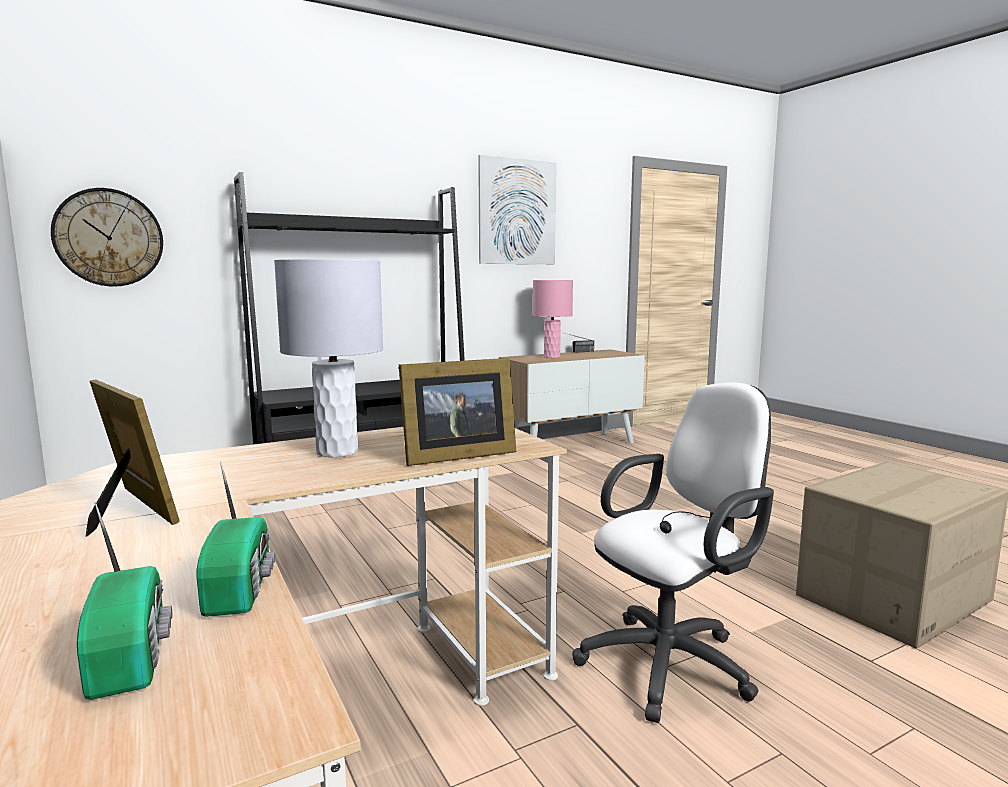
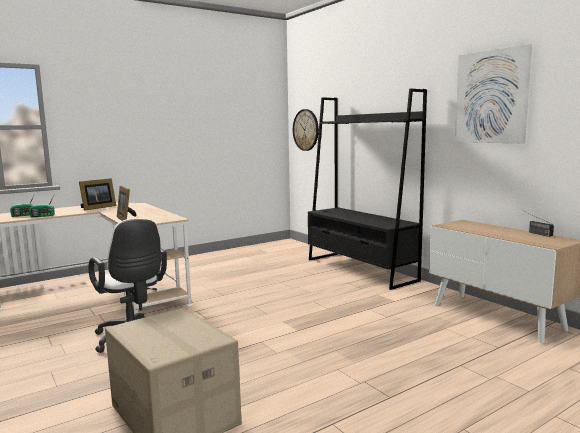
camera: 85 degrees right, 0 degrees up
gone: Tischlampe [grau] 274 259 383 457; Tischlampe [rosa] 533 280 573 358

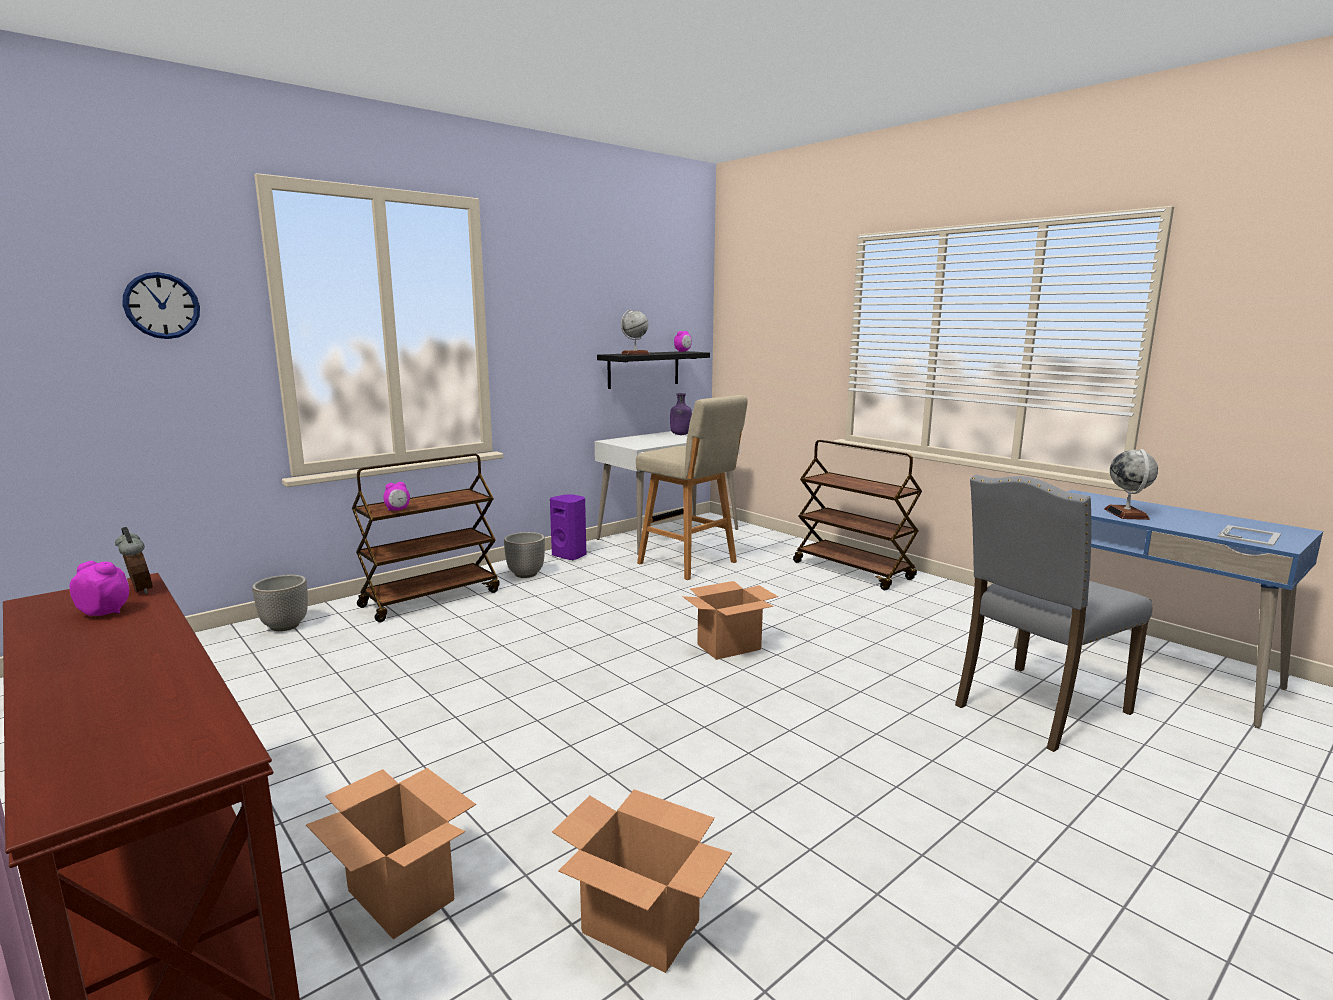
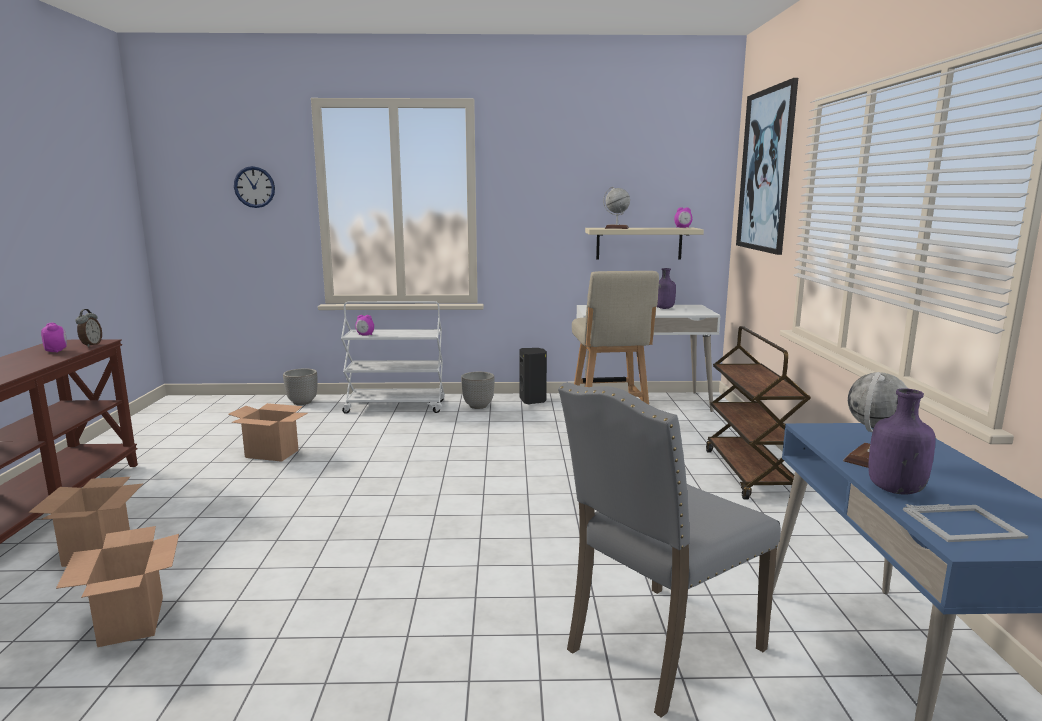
camera: 40 degrees right, 0 degrees up
new: Bild 736 78 798 255; Flasche [lila] 868 388 935 495
shifted: Karton 682 581 778 660 to 228 403 308 462
repainted: Rollwagen [braun] 352 453 500 622 to Rollwagen [weiß] 341 301 445 414; Lautsprecher [lila] 550 494 586 560 to Lautsprecher [schwarz] 519 348 547 405; Wandregal [schwarz] 597 351 710 389 to Wandregal [beige] 585 228 704 260
rotated: Stuhl [grau] 955 475 1153 752 = 558 382 781 718 45 degrees counterclockwise

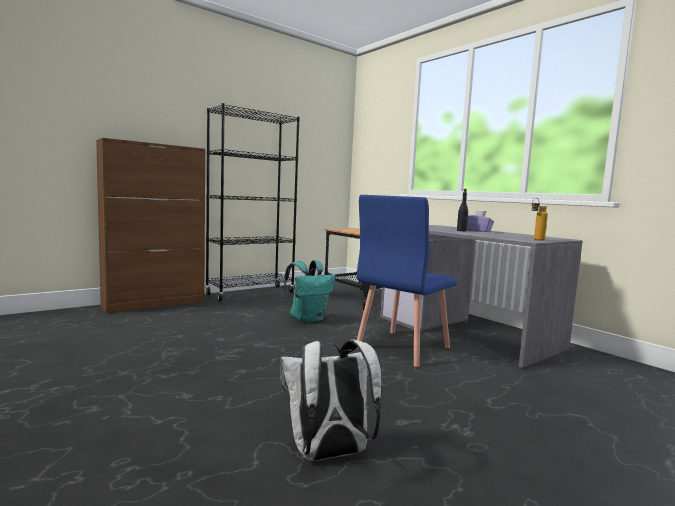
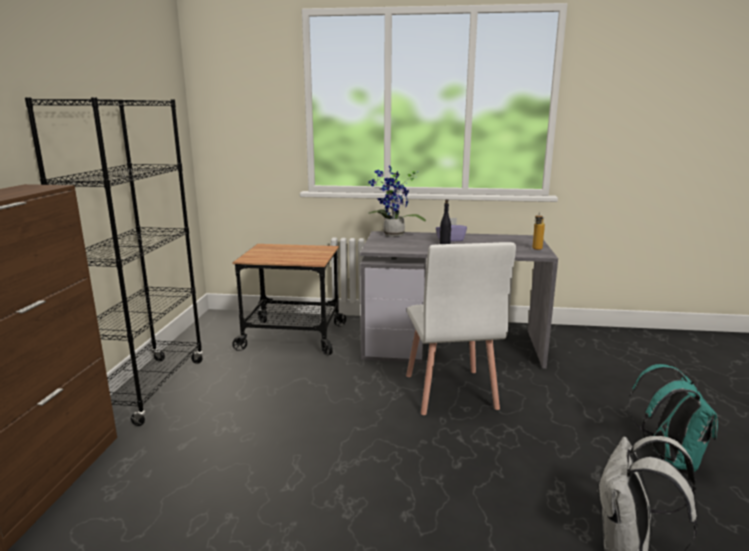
camera: 45 degrees left, 10 degrees up
new: Topfpflanze 368 165 426 237
shifted: Rucksack [türkis] 284 260 336 323 to 629 364 718 472
repainted: Stuhl [blau] 356 195 457 367 to Stuhl [weiß] 406 242 516 415

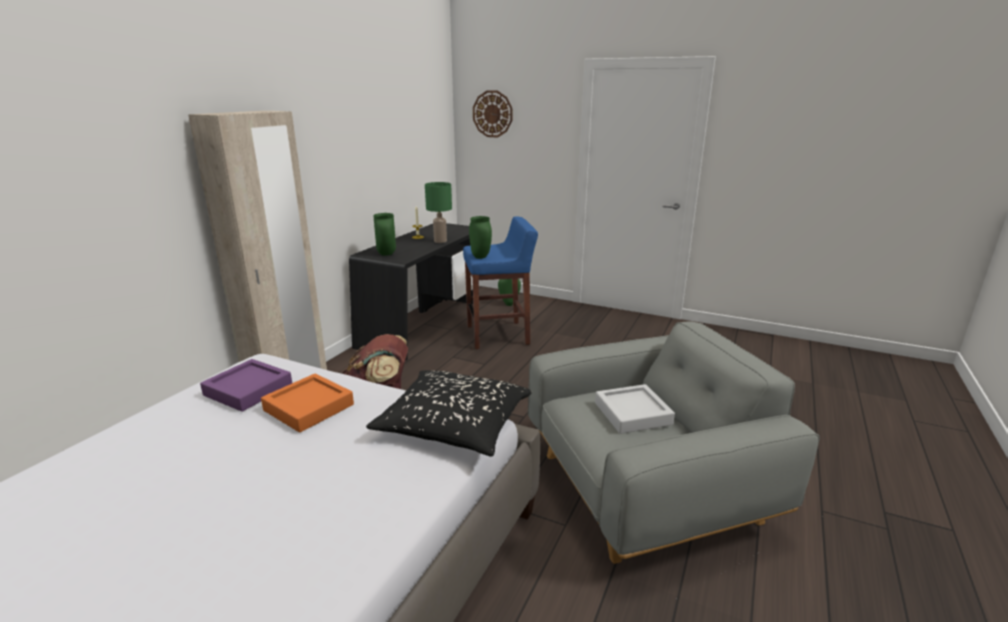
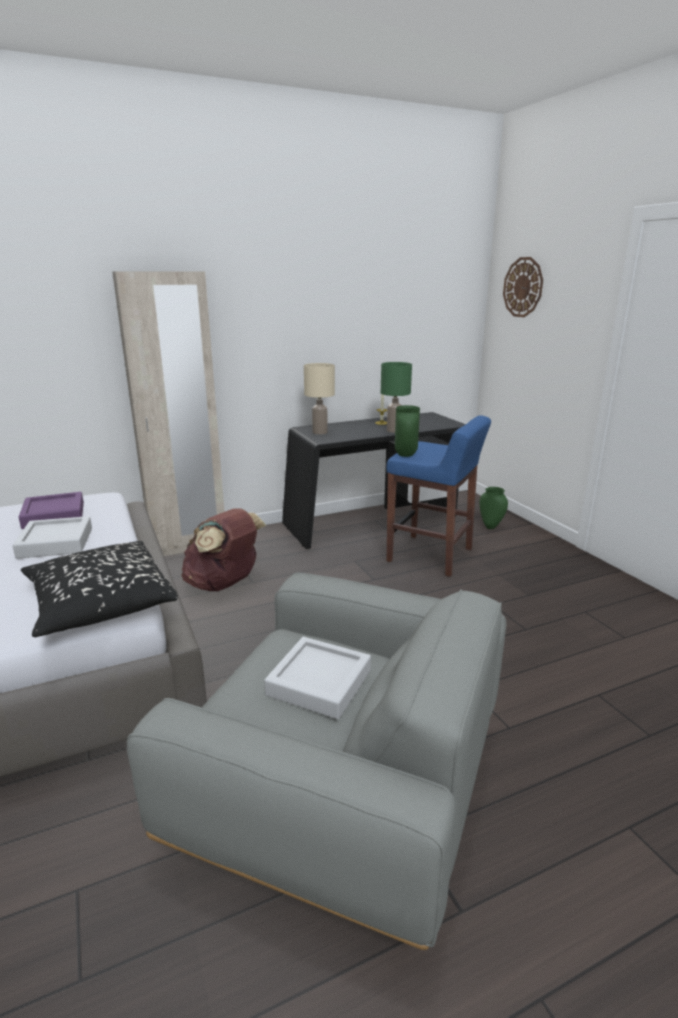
camera: 40 degrees right, 0 degrees up
swapped: Vase [grün] 373 213 396 256 to Tischlampe [beige] 304 363 335 435
repainted: Tablett [orange] 261 373 354 433 to Tablett [grau] 13 516 92 559

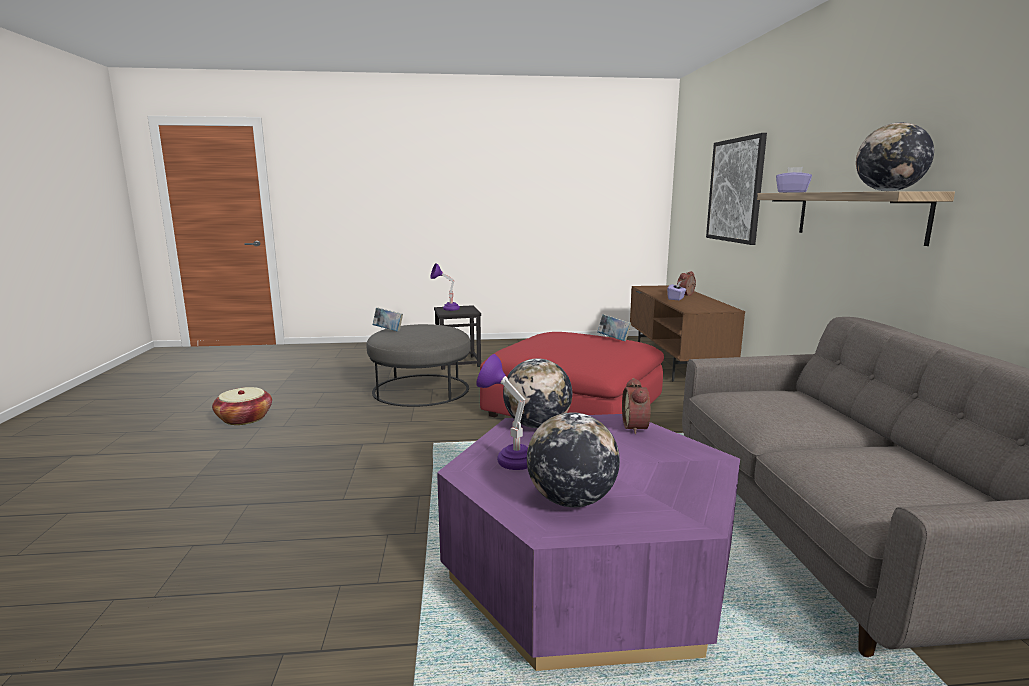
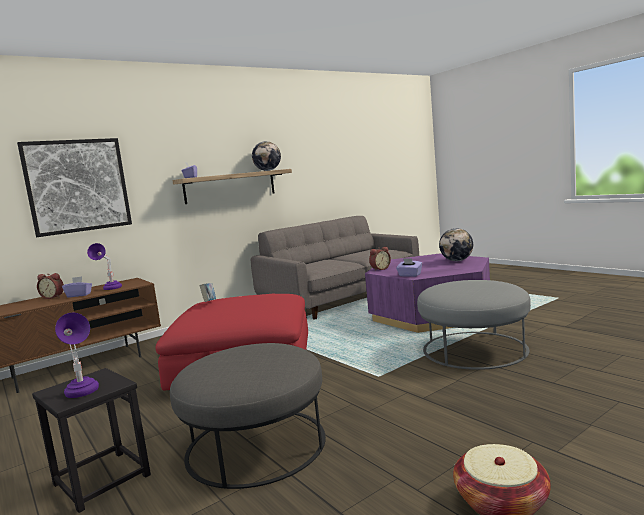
camera: 120 degrees left, 5 degrees down
gone: Buch 373 308 403 332
new: Polsterhocker [grau] 417 280 531 370
shifted: Tischlampe [lila] 476 354 528 470 to 87 243 122 290
swapped: Globus 503 358 572 428 to Taschentuchbox [lila] 396 258 422 277

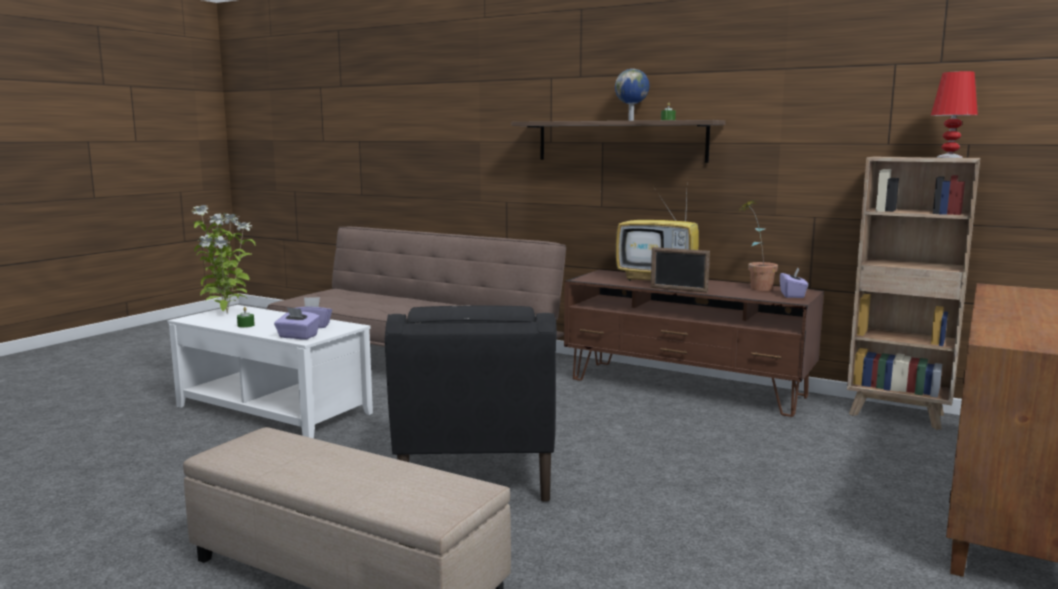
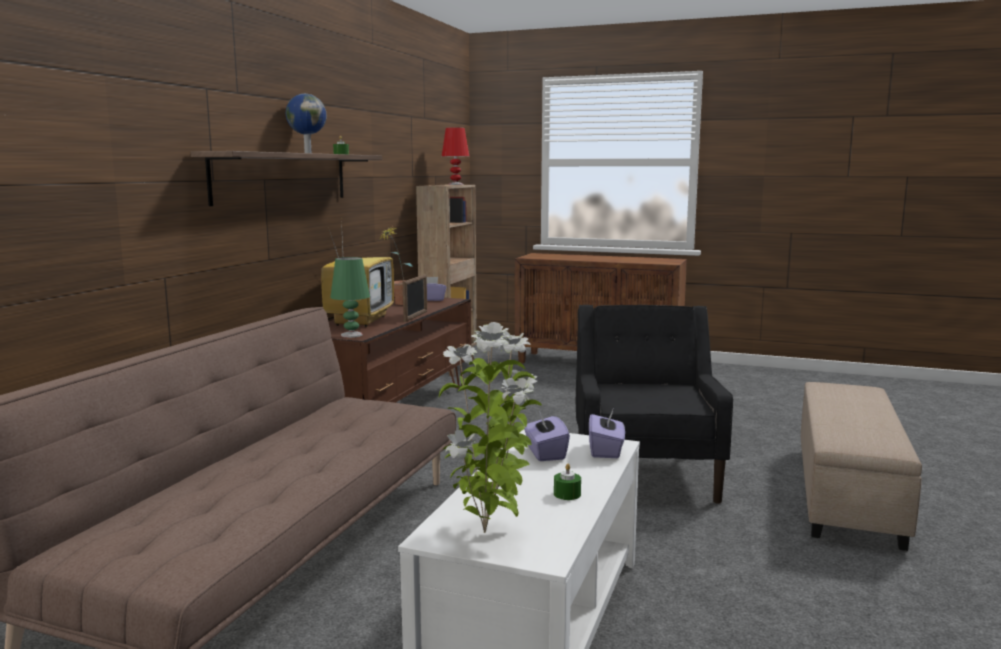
camera: 100 degrees left, 0 degrees up
new: Tischlampe [grün] 330 257 370 338
rotated: Sessel [schwarz] 385 306 557 502 = 576 305 733 504 75 degrees counterclockwise

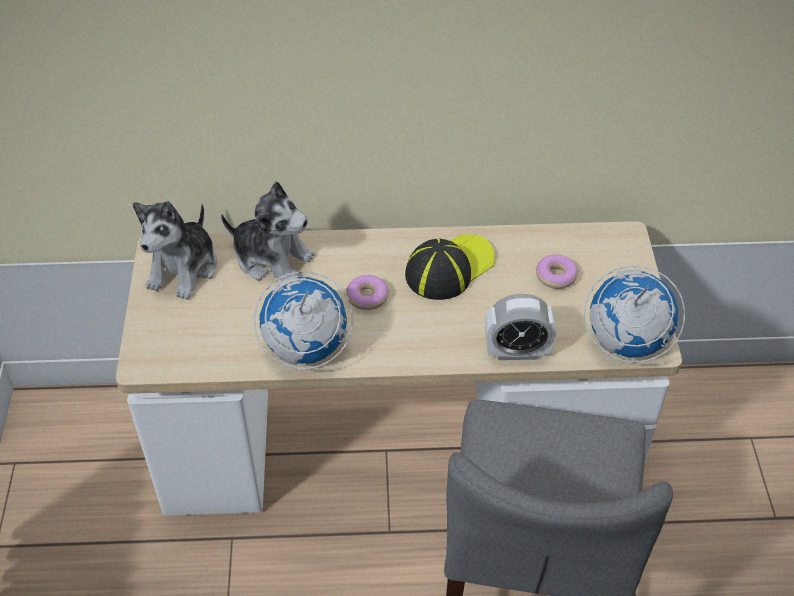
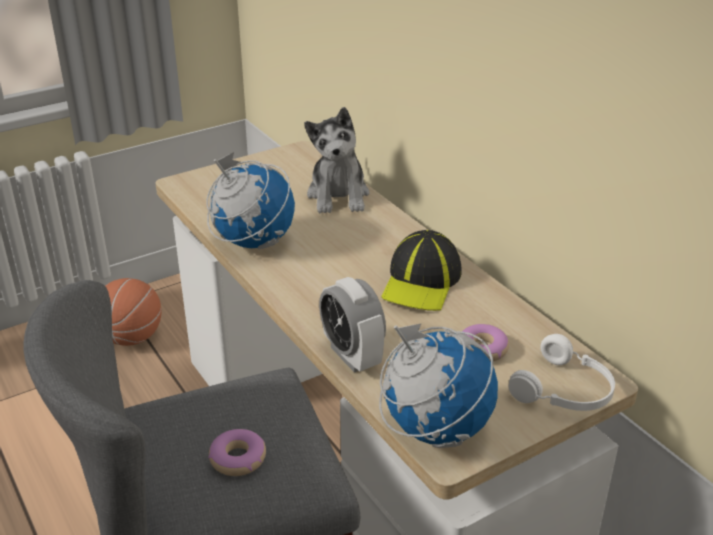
camera: 60 degrees right, 15 degrees down
gone: Plüschtier 133 201 217 300
new: Basketball 105 278 162 346; Kopfhörer [weiß] 509 334 615 411
shifted: Donut 346 275 389 310 to 208 429 266 476
rotated: Kappe 405 234 495 300 = 381 230 462 311 90 degrees clockwise

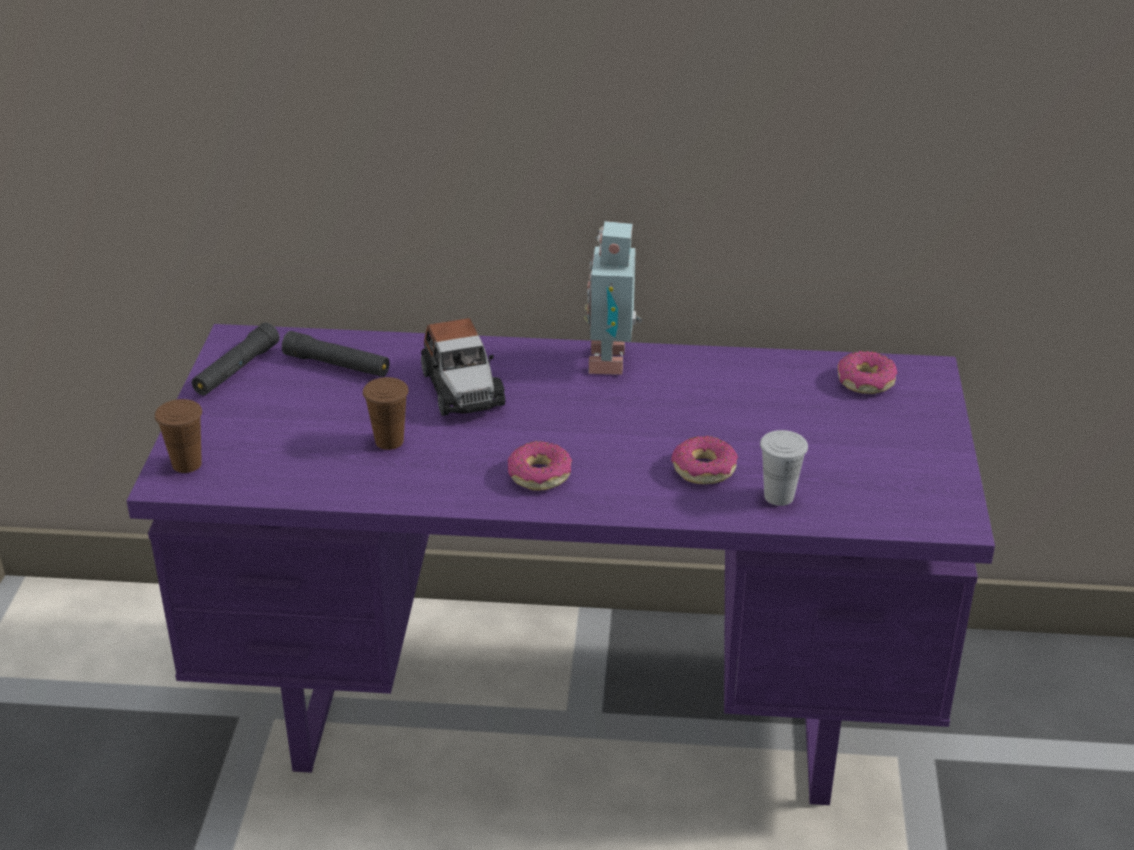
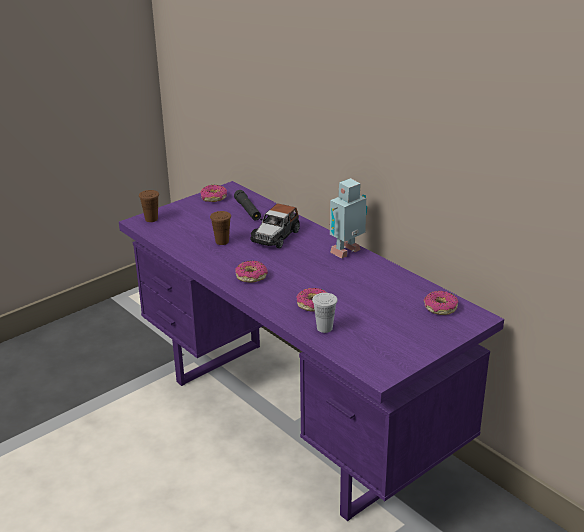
camera: 45 degrees right, 5 degrees down
swapped: Taschenlampe [schwarz] 192 323 280 395 to Donut 200 185 227 202

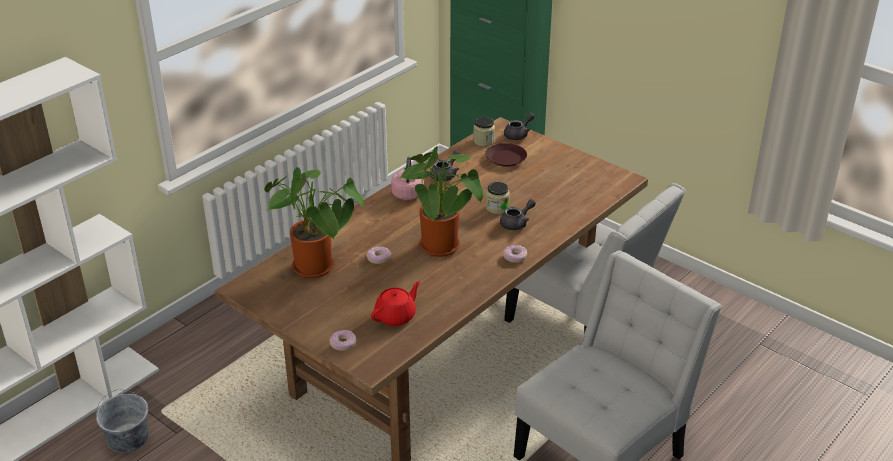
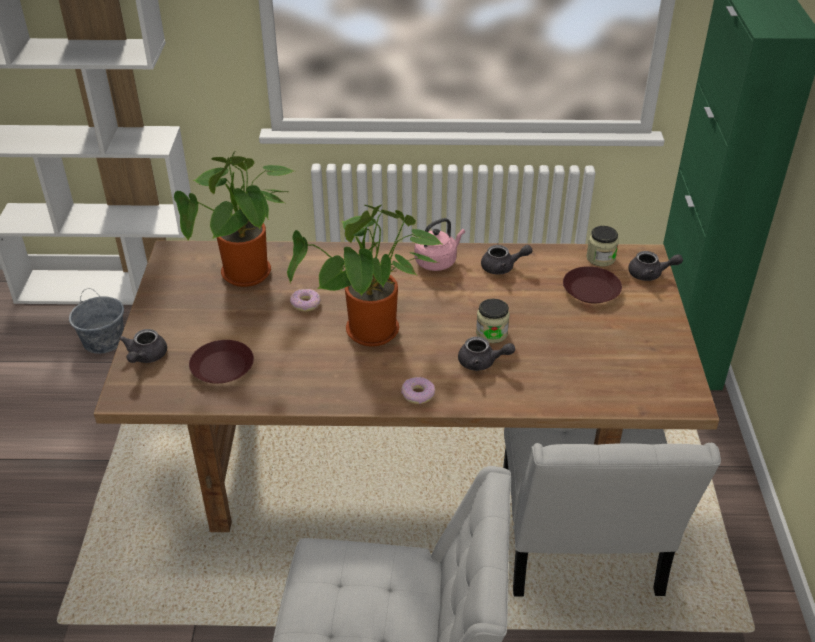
camera: 50 degrees right, 5 degrees up
swapped: Donut 329 330 356 351 to Teekanne [grau] 119 329 167 363; Teekanne [rot] 371 281 420 326 to Teller [braun] 189 340 254 383

